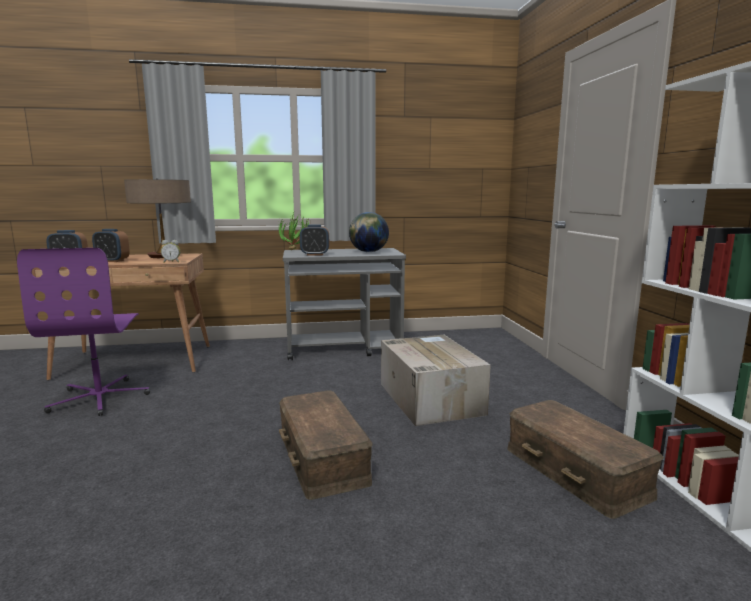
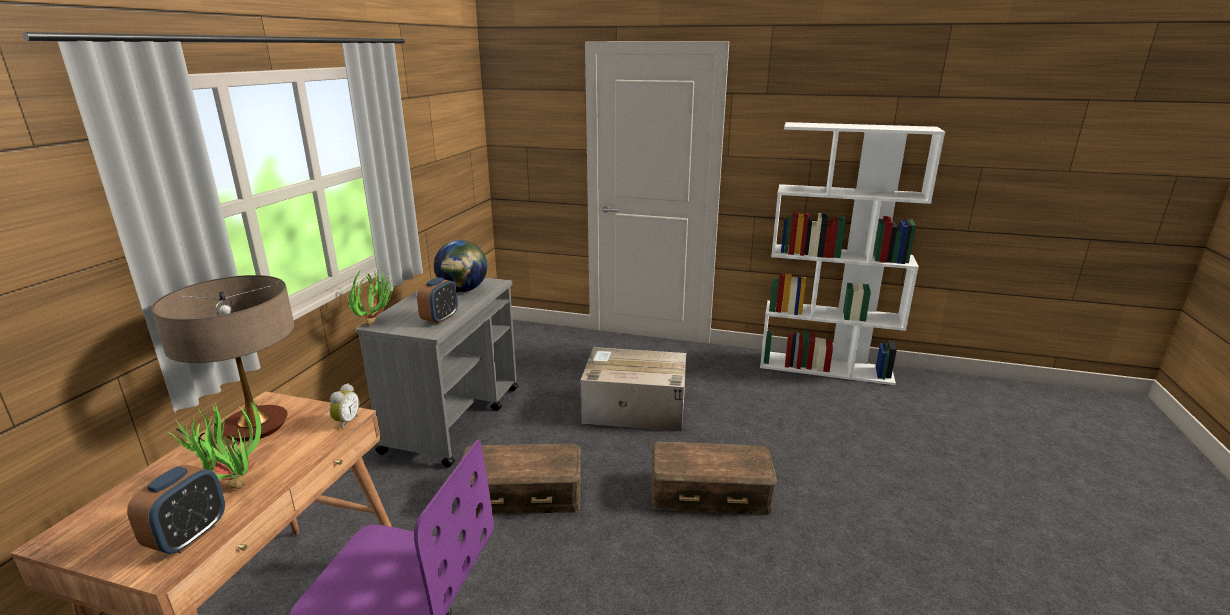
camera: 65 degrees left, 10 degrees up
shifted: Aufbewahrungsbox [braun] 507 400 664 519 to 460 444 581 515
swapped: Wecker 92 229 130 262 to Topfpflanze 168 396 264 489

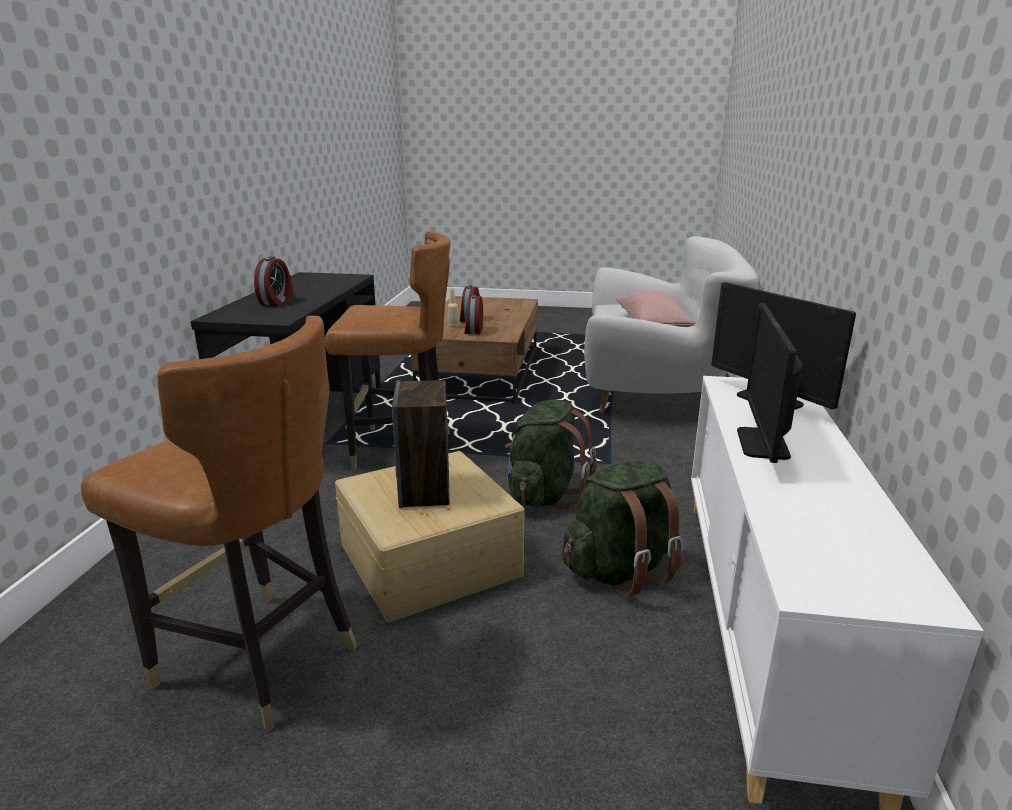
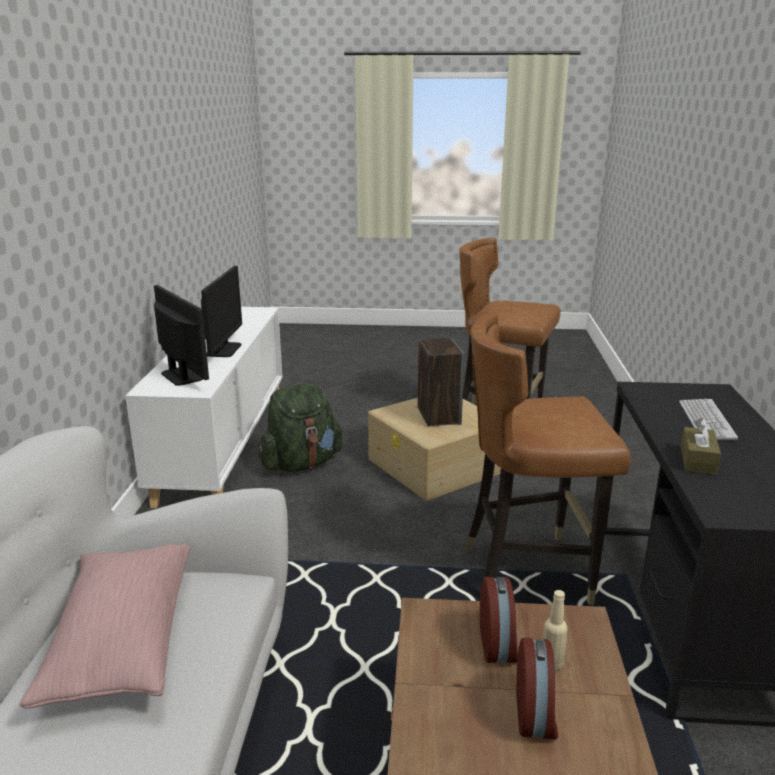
camera: 175 degrees right, 0 degrees up
gone: Rucksack [grün] 505 400 597 509
new: Taschentuchbox [braun] 681 418 721 475
swapped: Wecker 254 256 293 306 to Tastatur 679 399 738 440

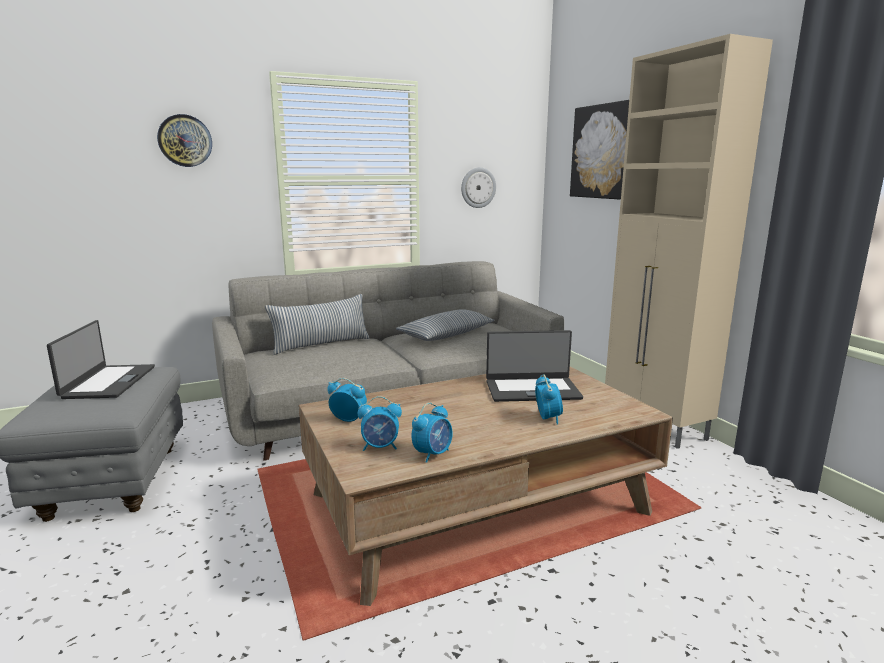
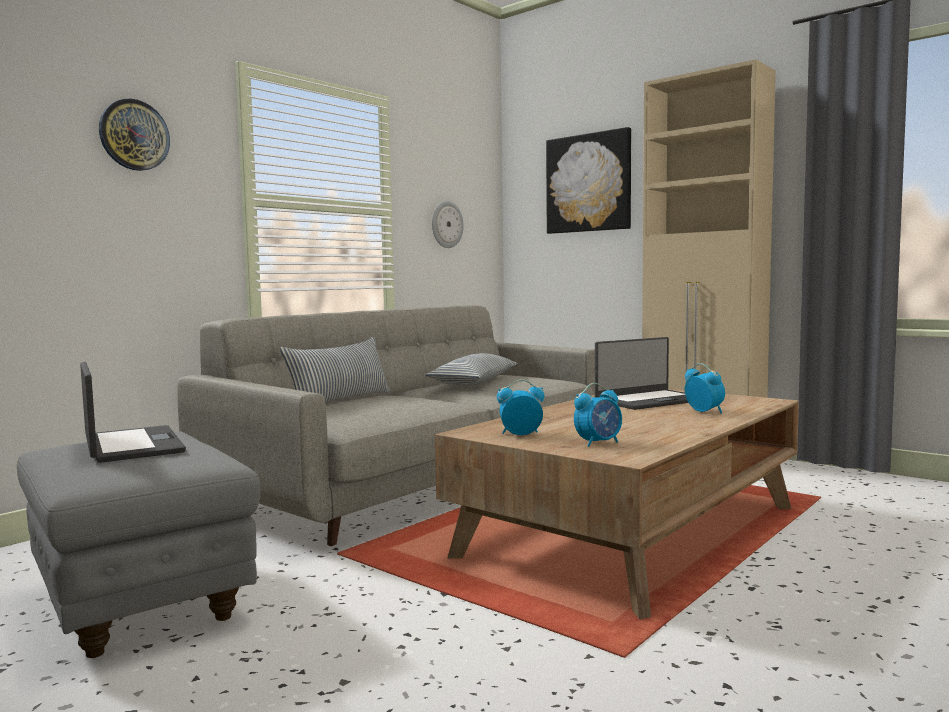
camera: 25 degrees left, 10 degrees down
gone: Wecker 411 403 453 463

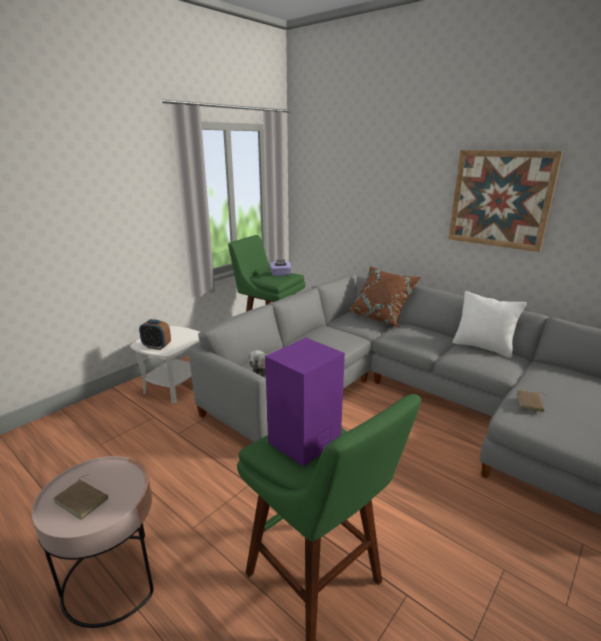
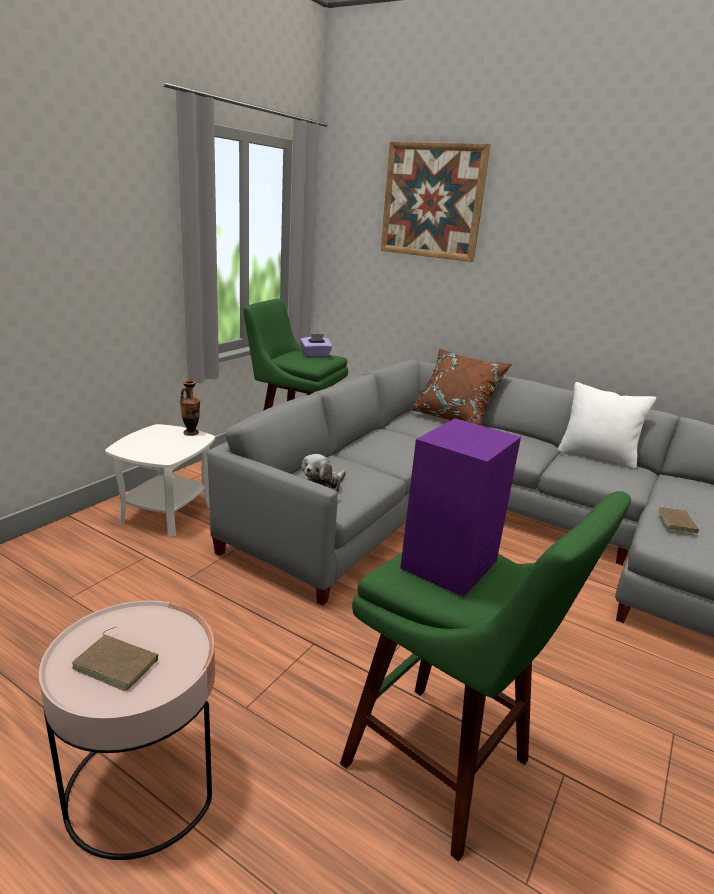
camera: 10 degrees left, 0 degrees up
gone: Wecker 139 319 171 350
new: Vase 180 381 200 436
shifted: Bild 448 150 563 252 to 381 142 491 262

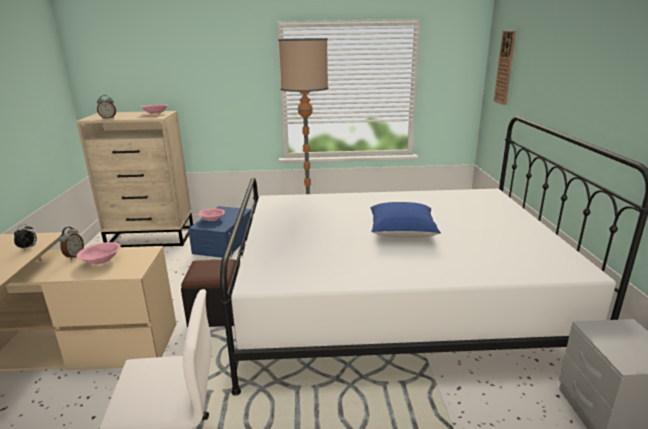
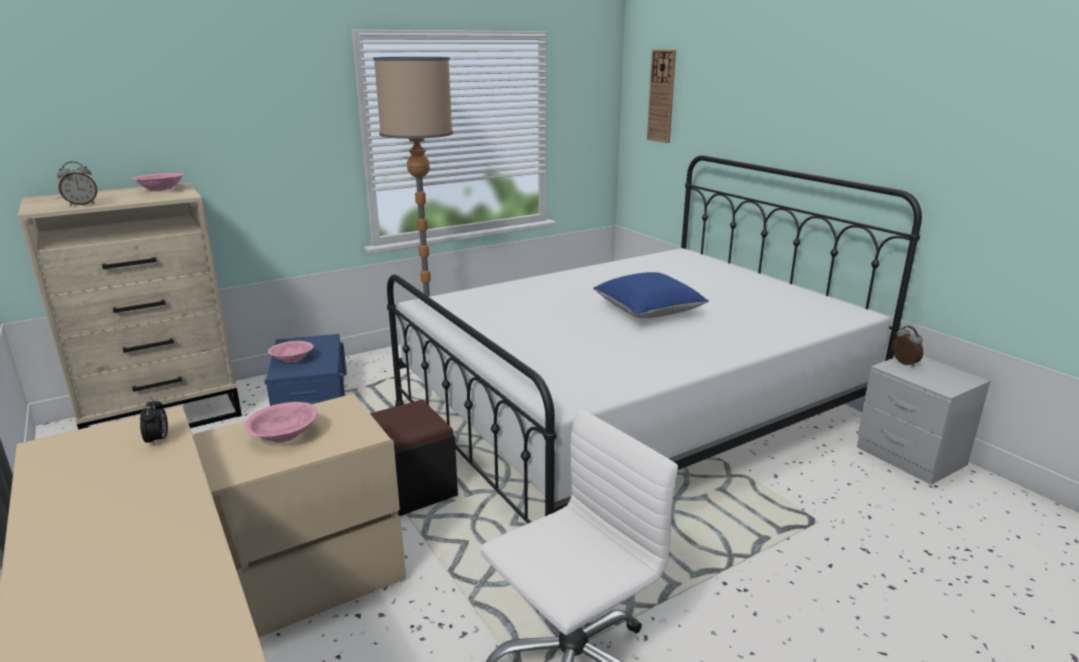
camera: 30 degrees left, 0 degrees up
shifted: Wecker 59 227 84 260 to 892 326 923 367

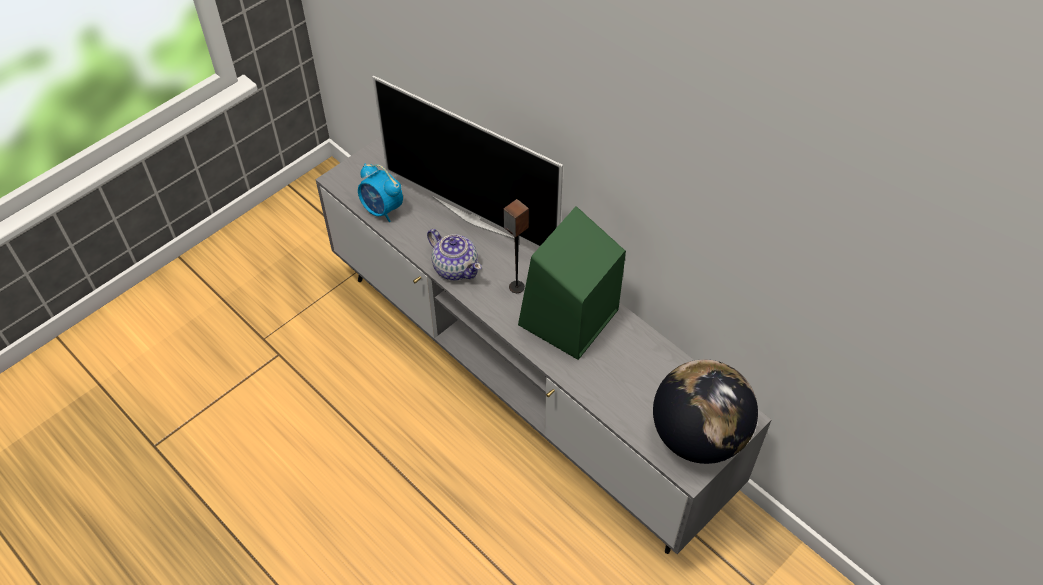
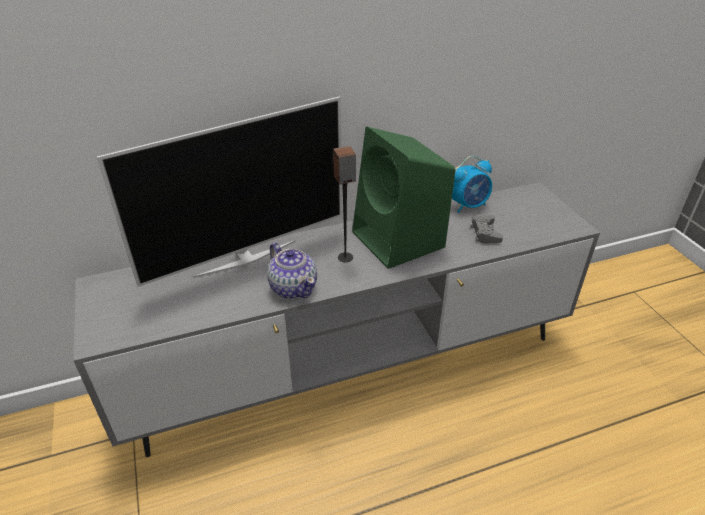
camera: 65 degrees left, 15 degrees down
gone: Globus 653 359 758 464
new: Gamepad [grau] 470 214 503 244
shifted: Wecker 358 164 403 222 to 452 156 492 213
rotated: Teekanne 427 229 482 280 = 267 243 317 299 75 degrees clockwise

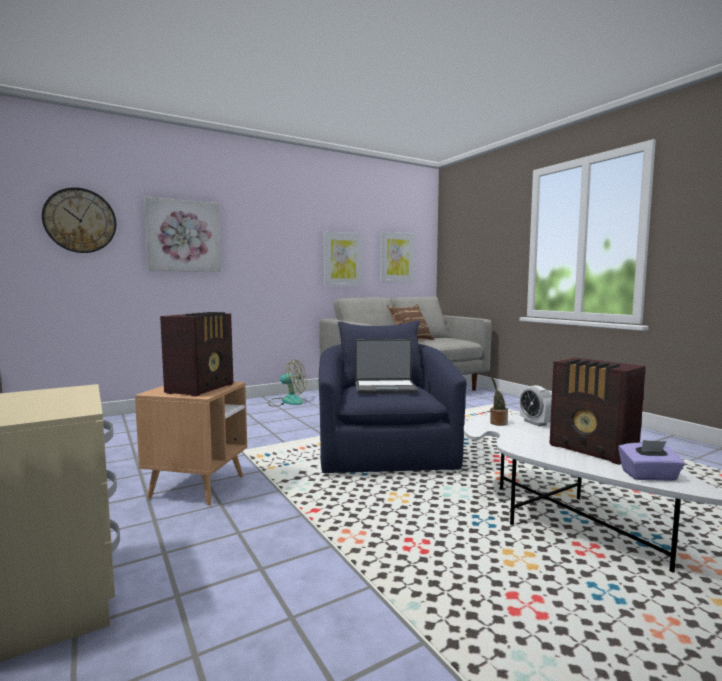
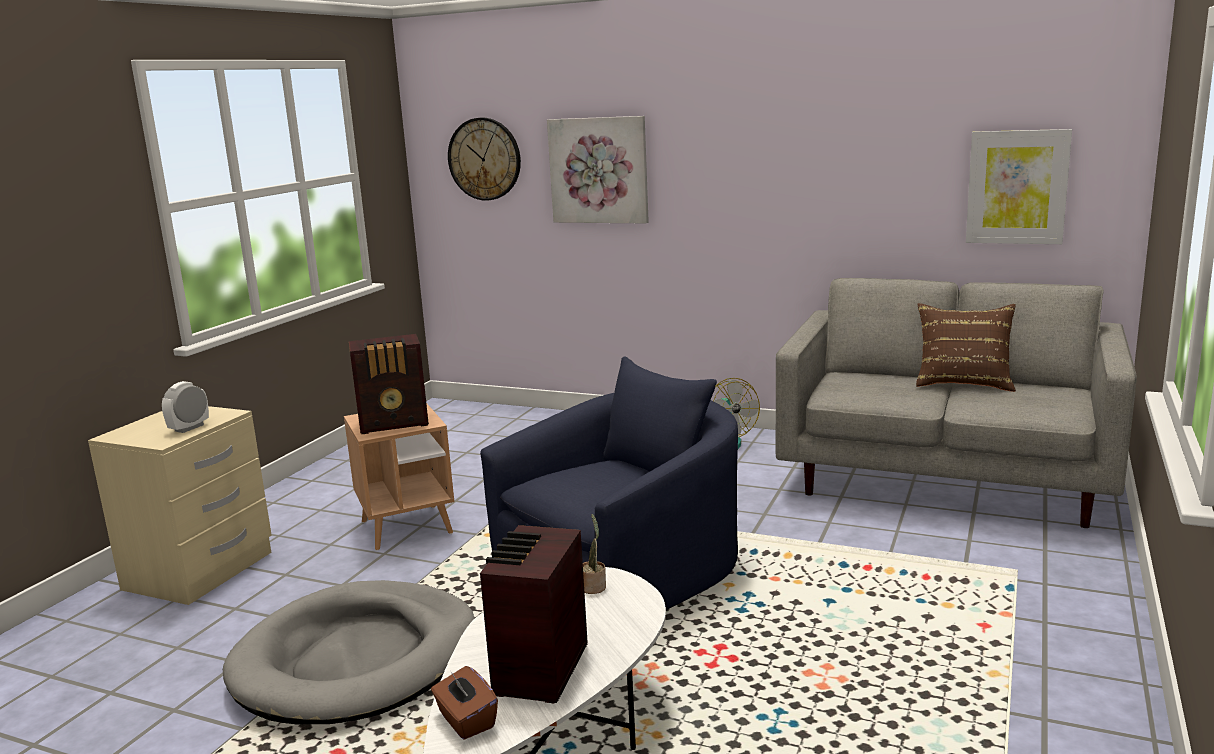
camera: 55 degrees right, 10 degrees up
gone: Bild 323 231 362 286; Laptop 355 339 418 394
new: Hundebett [grau] 223 580 475 724
shifted: Wecker 520 385 552 427 to 162 381 209 433
repainted: Taschentuchbox [lila] 618 440 685 481 to Taschentuchbox [braun] 431 666 498 740

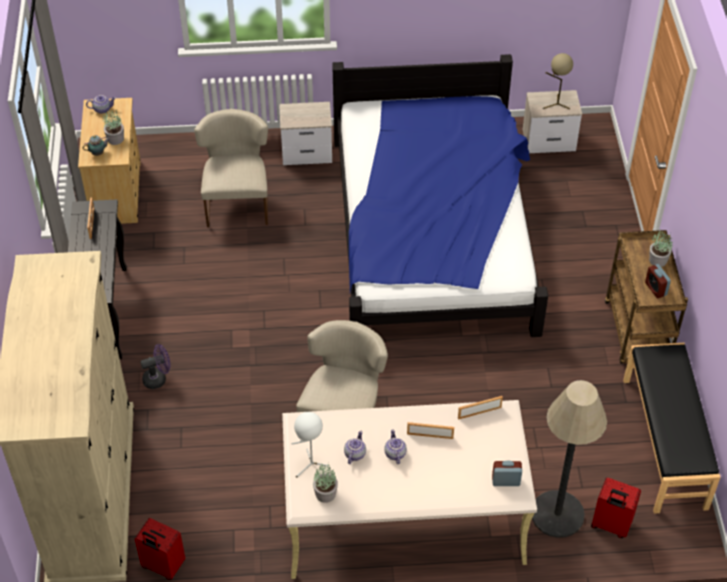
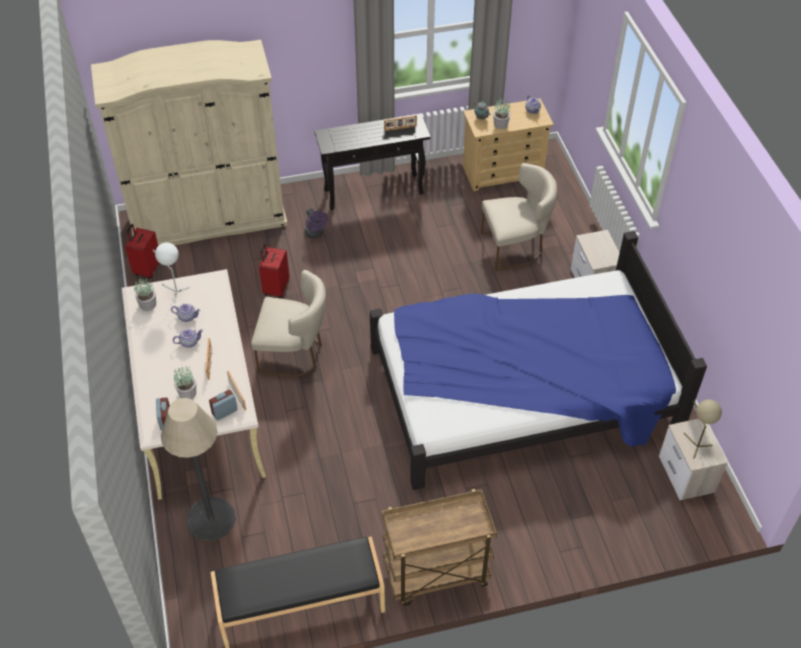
camera: 80 degrees right, 0 degrees up
shifted: Koffer [rot] 591 478 641 538 to 259 243 290 298; Wecker 645 264 671 298 to 209 390 238 420; Topfpflanze 649 230 672 267 to 174 366 196 399

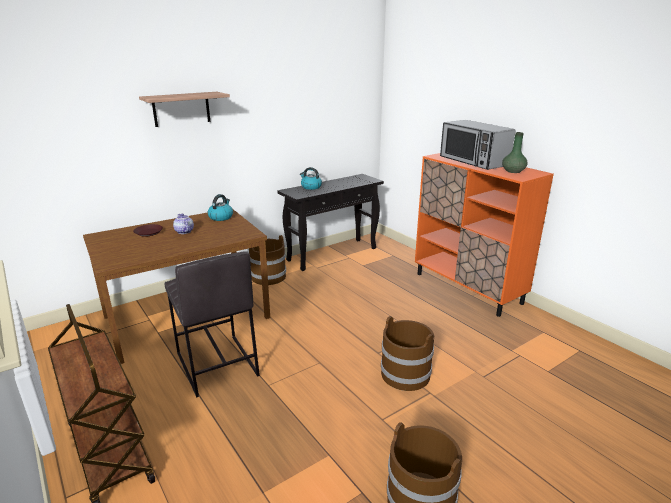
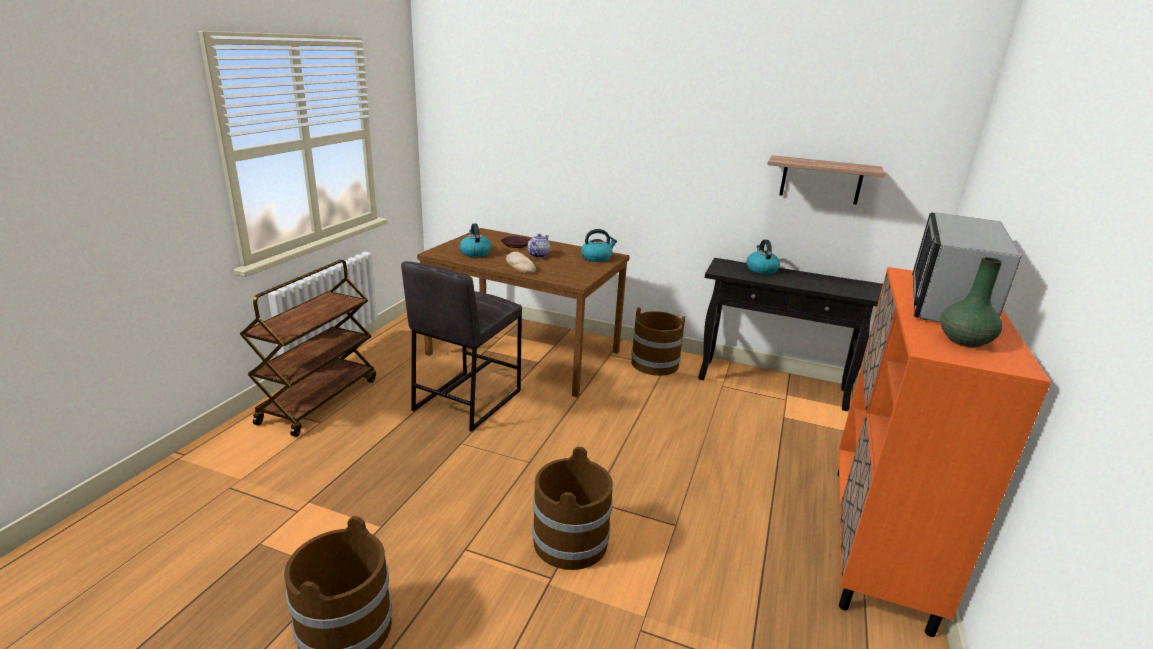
camera: 55 degrees right, 0 degrees up
new: Wasserkessel 460 224 492 257; Brot 506 252 536 274
shifted: Wandregal 139 92 230 127 to 767 155 885 205

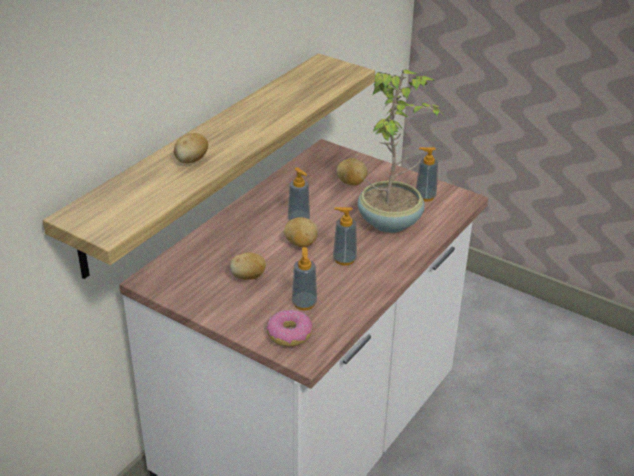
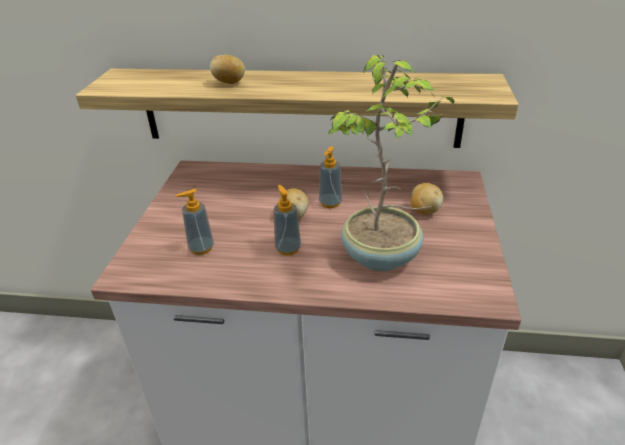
camera: 65 degrees right, 0 degrees up
gone: Kartoffel 230 252 266 280; Donut 267 310 312 347; Seifenspender 416 147 438 202

